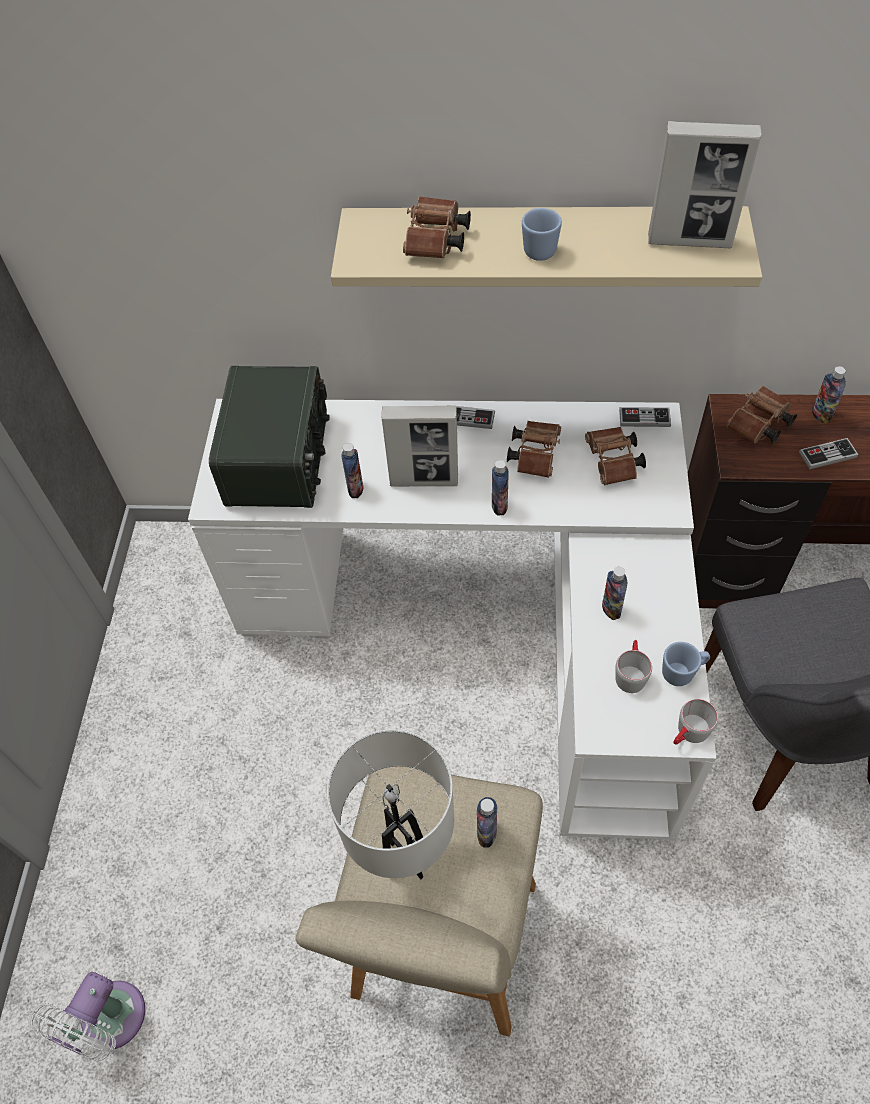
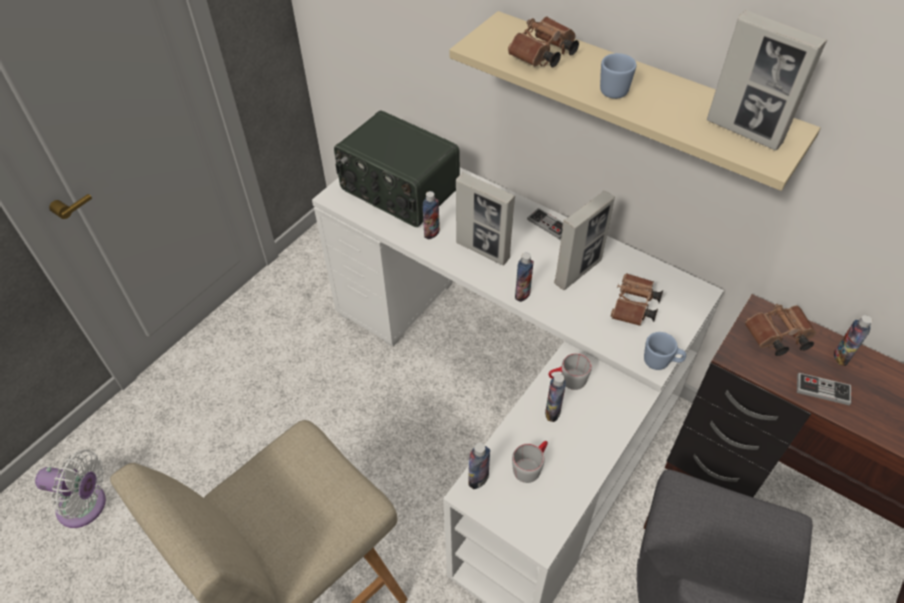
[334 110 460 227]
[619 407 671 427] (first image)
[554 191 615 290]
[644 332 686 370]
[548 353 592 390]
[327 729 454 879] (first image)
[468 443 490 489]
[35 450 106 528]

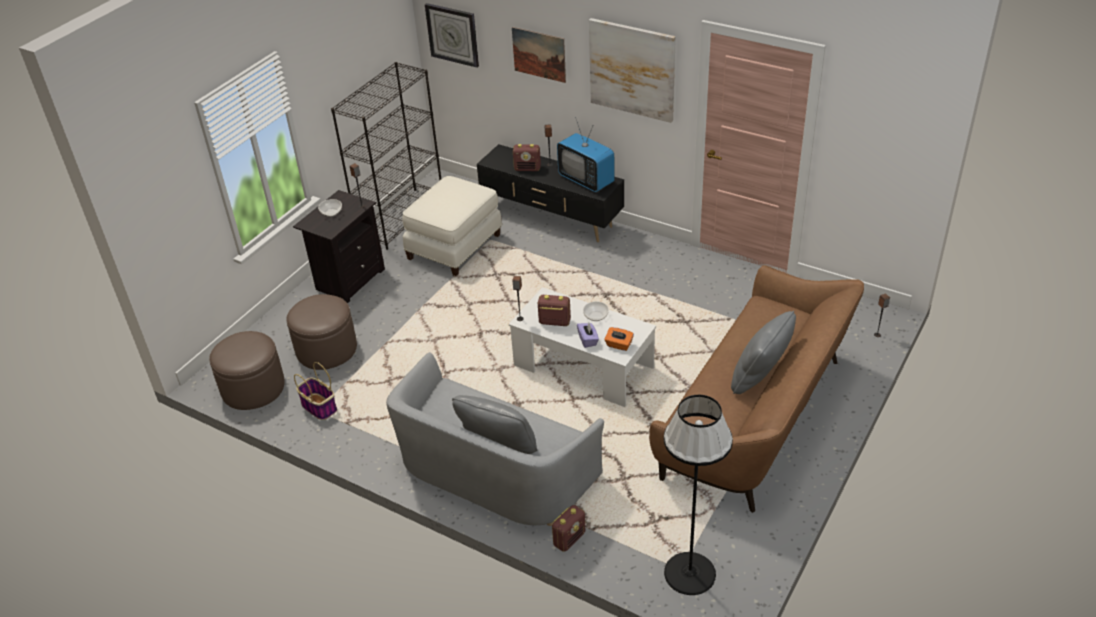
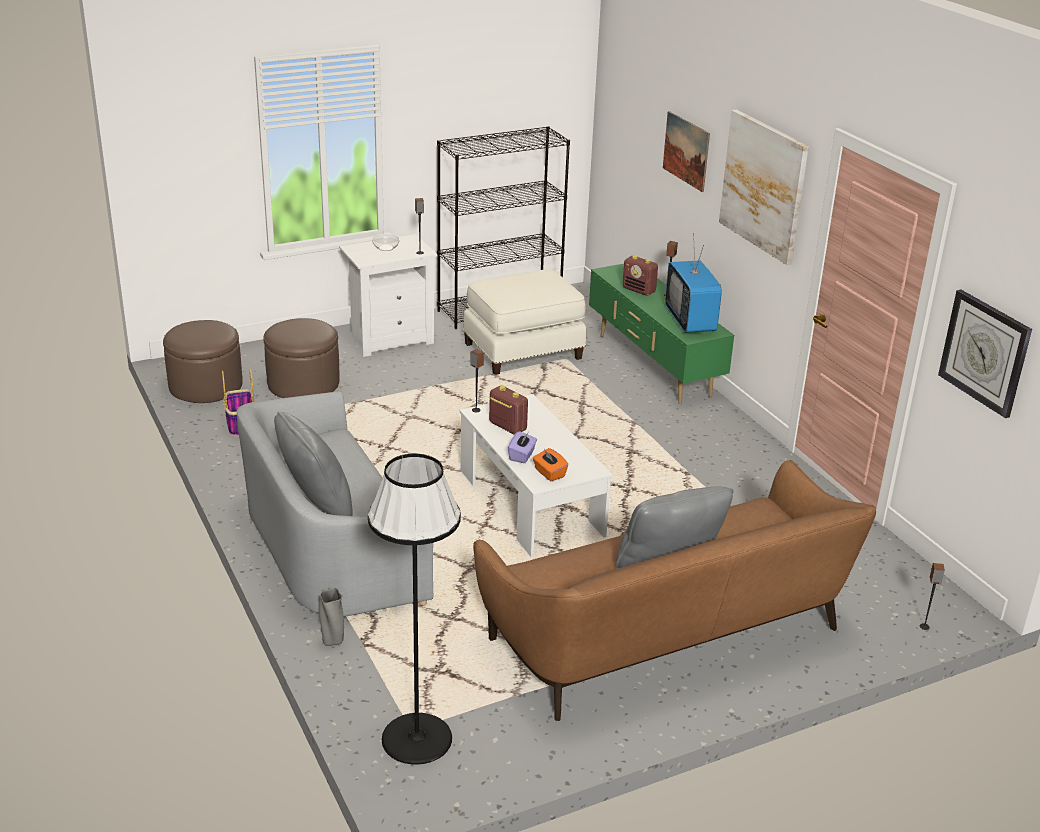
[938 290 1032 418]
[589 264 734 404]
[339 234 438 357]
[583 301 609 321] (first image)
[319 588 344 646]

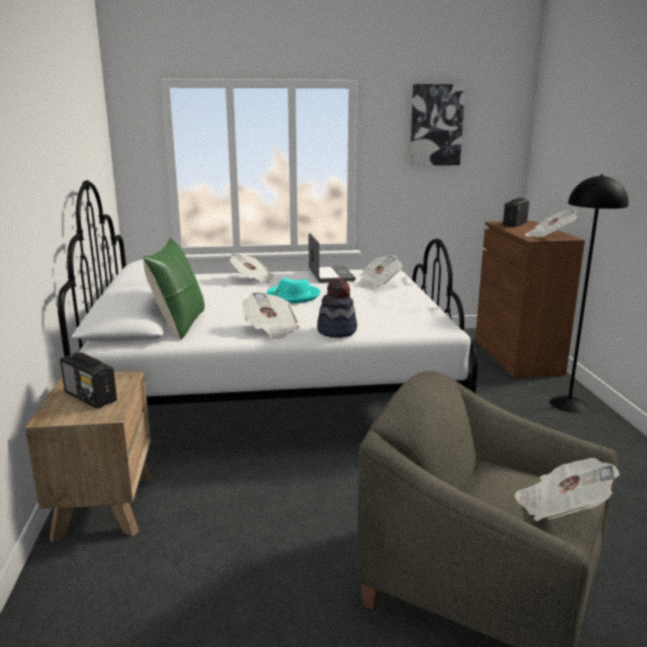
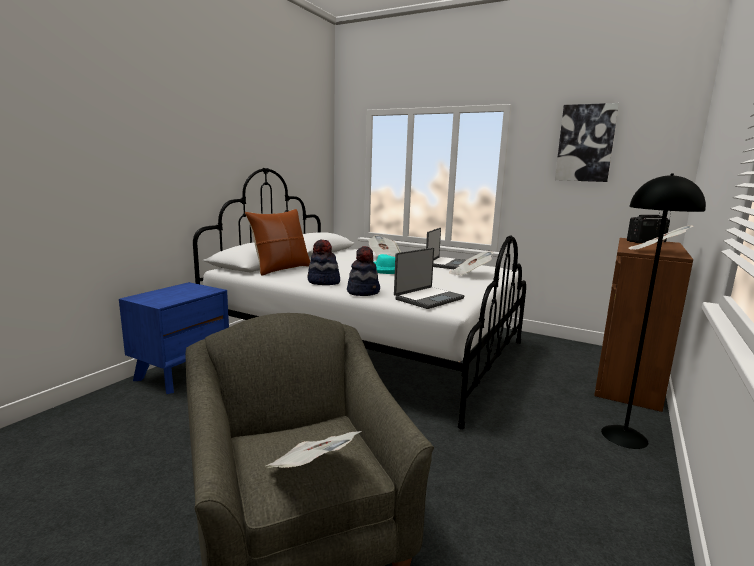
[245 209 310 276]
[308 240 340 285]
[60 352 117 408] (first image)
[119 282 229 394]
[394 248 464 309]

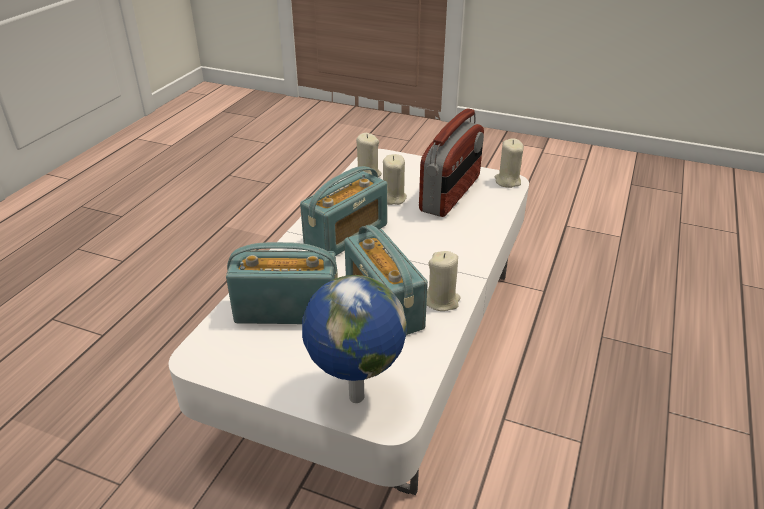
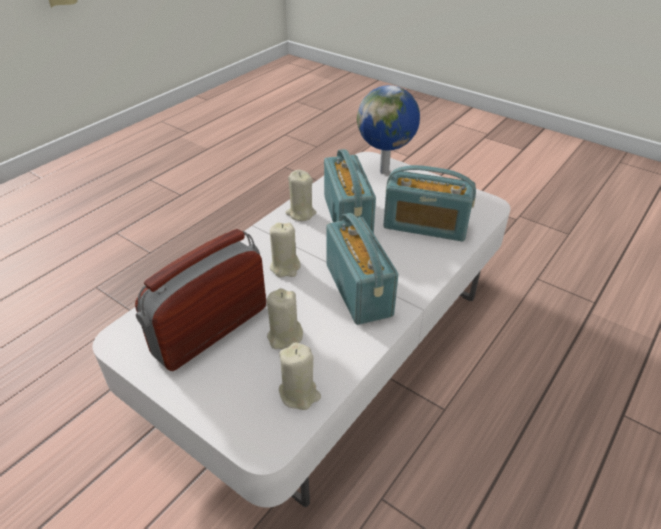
[270 223 301 277]
[326 213 398 325]

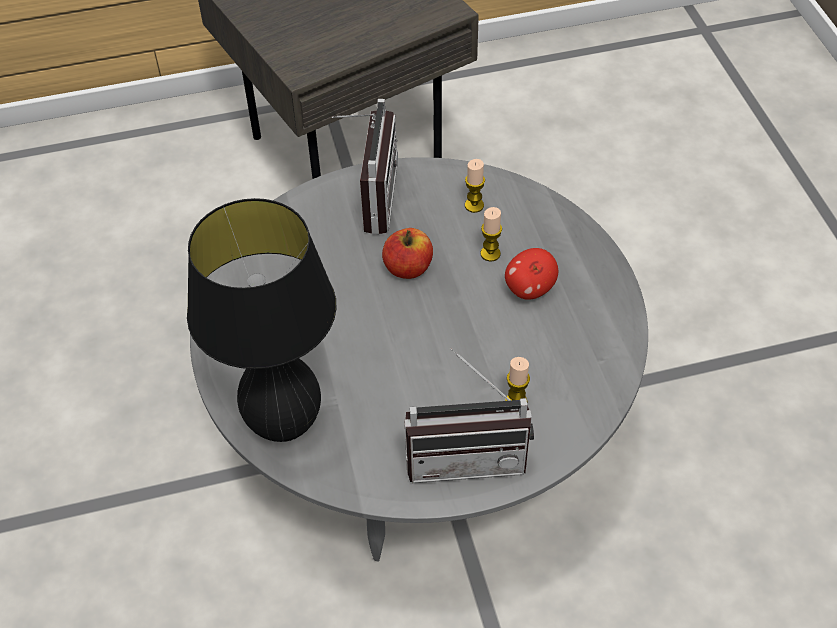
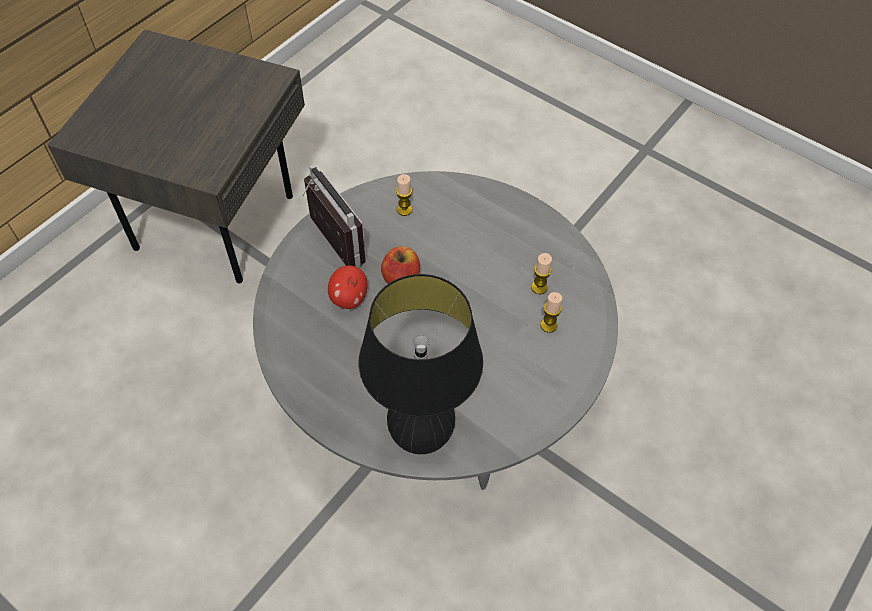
[531 253 552 294]
[328 265 367 309]
[404 348 534 483] (first image)

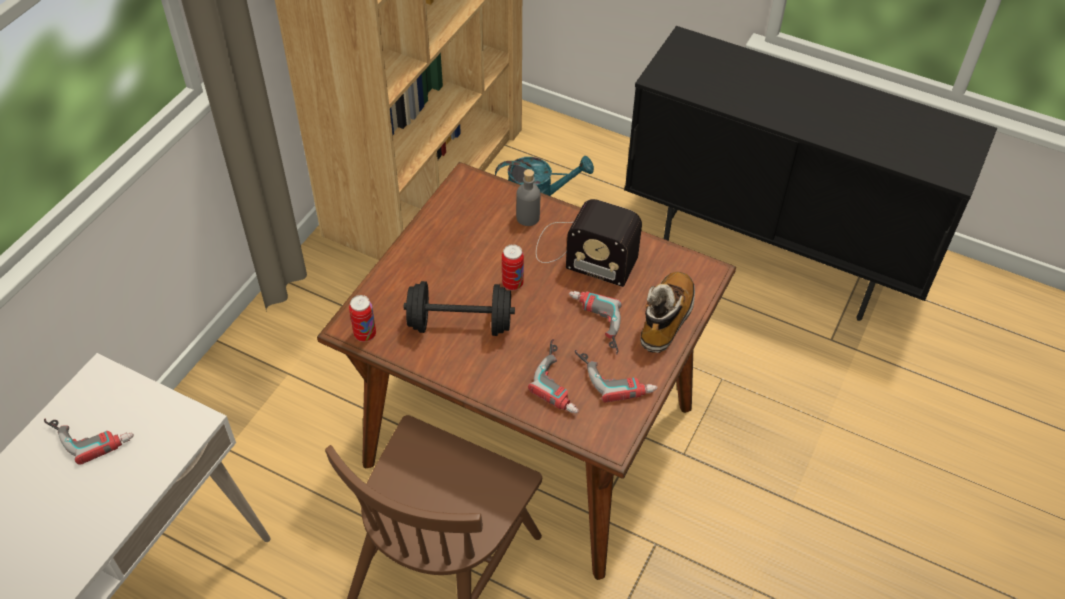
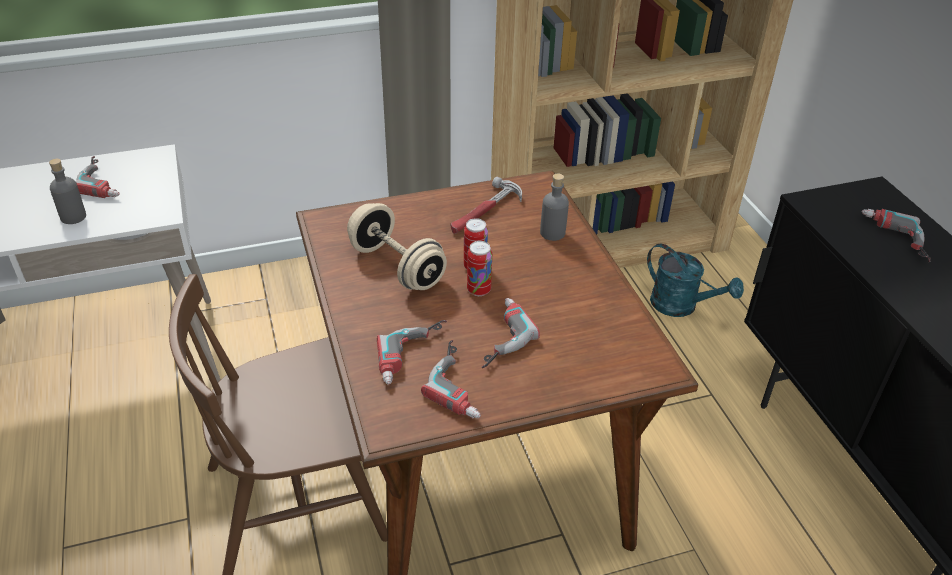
[536 199 642 287] (first image)
[640 272 695 353] (first image)
[347 203 447 290]
[467 241 492 296]
[49 159 86 224]
[451 177 522 234]
[862 209 931 263]

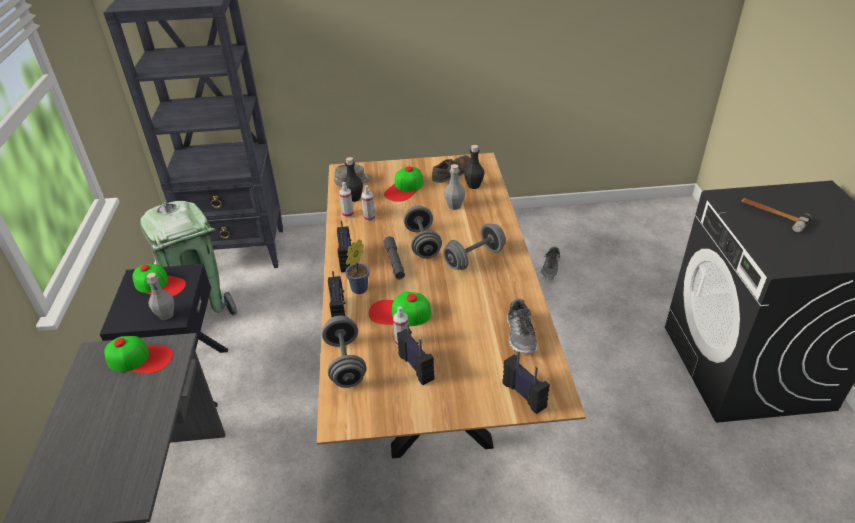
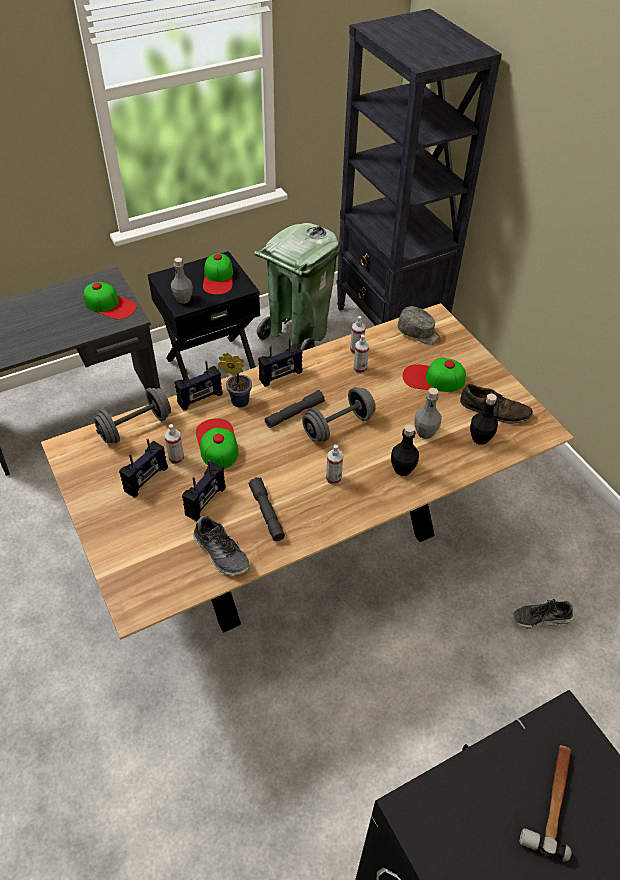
[391 424 419 476]
[326 445 343 485]
[193 516 251 575]
[84 282 136 319]
[182 460 226 521]
[249 477 285 541]

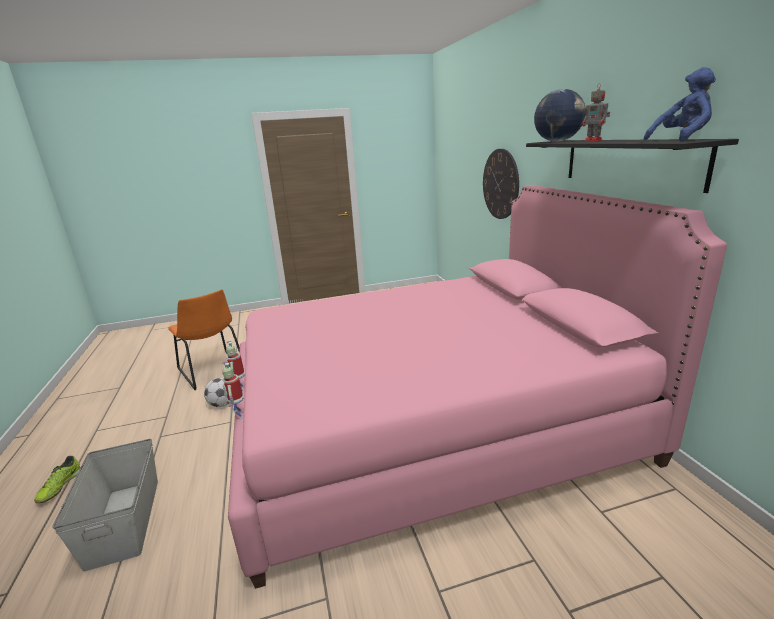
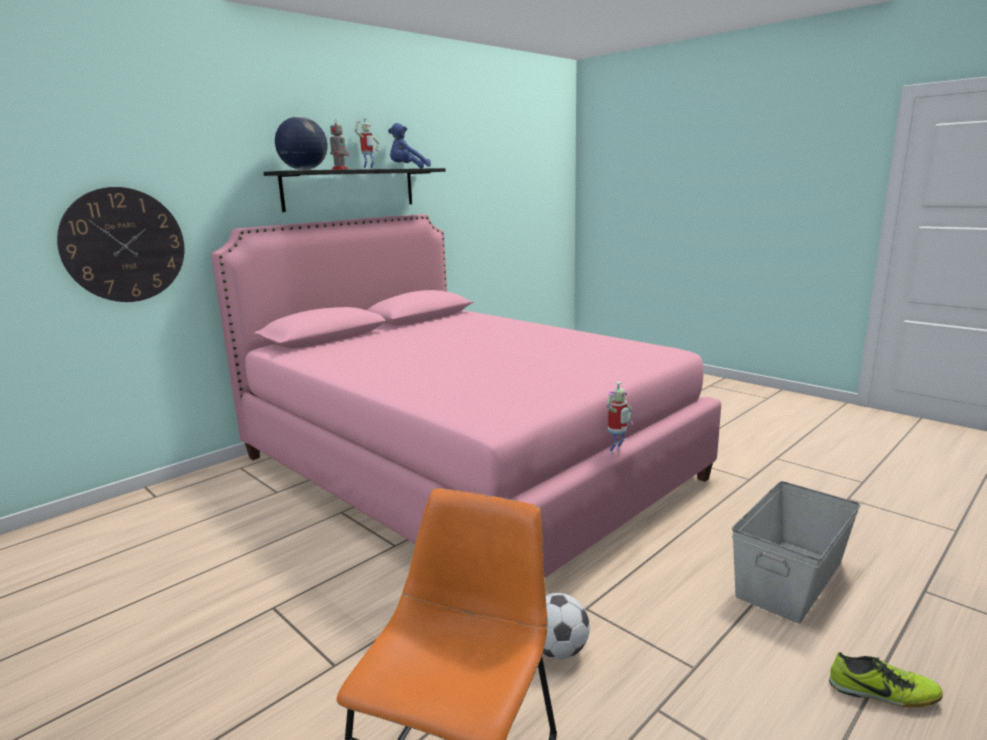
[388 123 431 168]
[355 118 379 169]
[829 652 943 708]

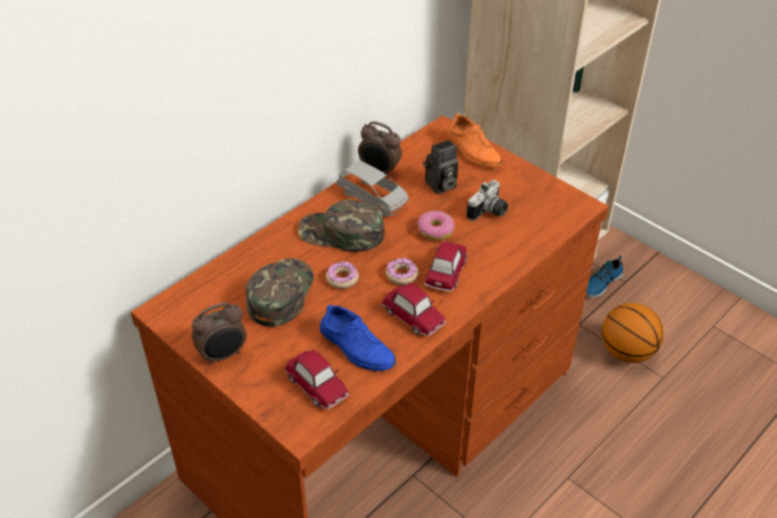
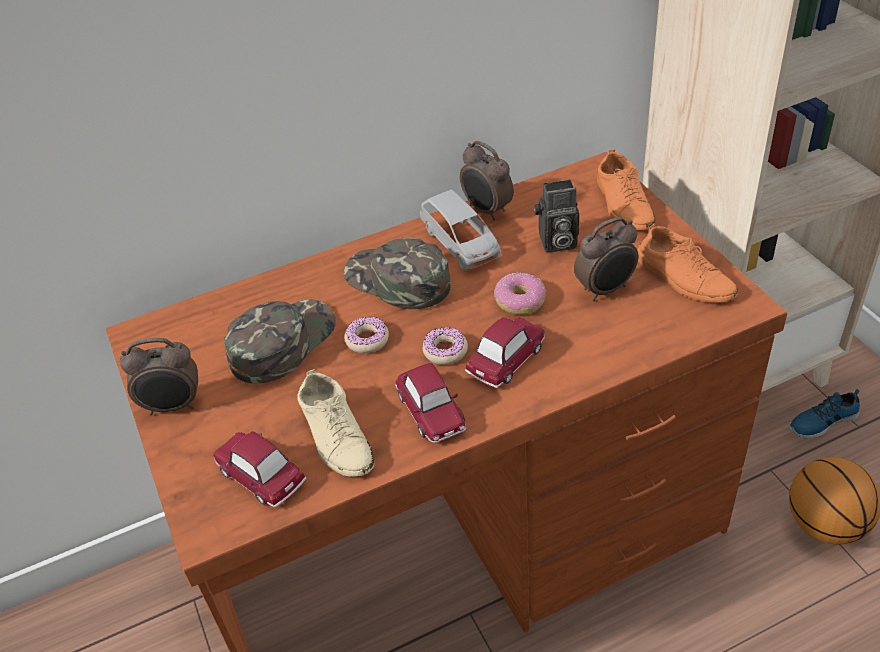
[574 217 638 301]
[298 369 374 477]
[213 431 306 507]
[637 223 738 303]

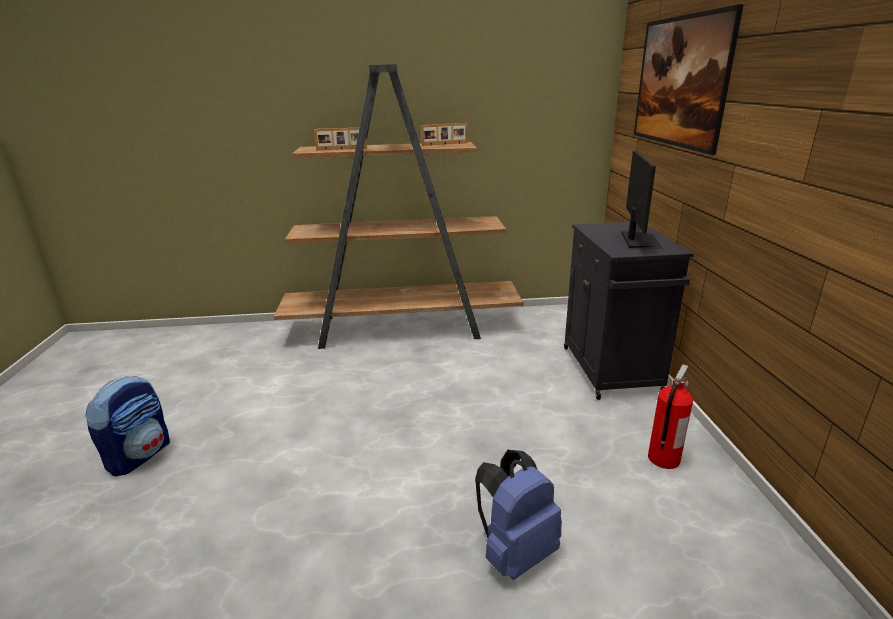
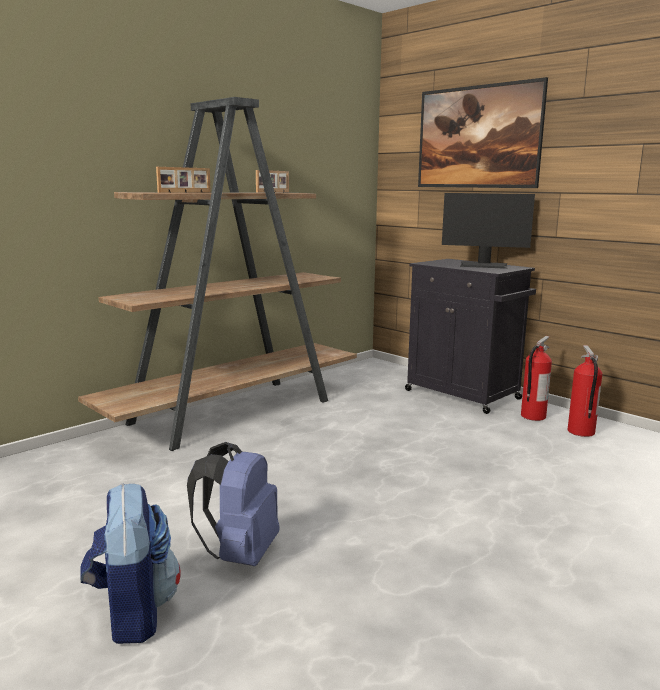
[442 193 535 269]
[187 442 280 566]
[521 336 552 421]

